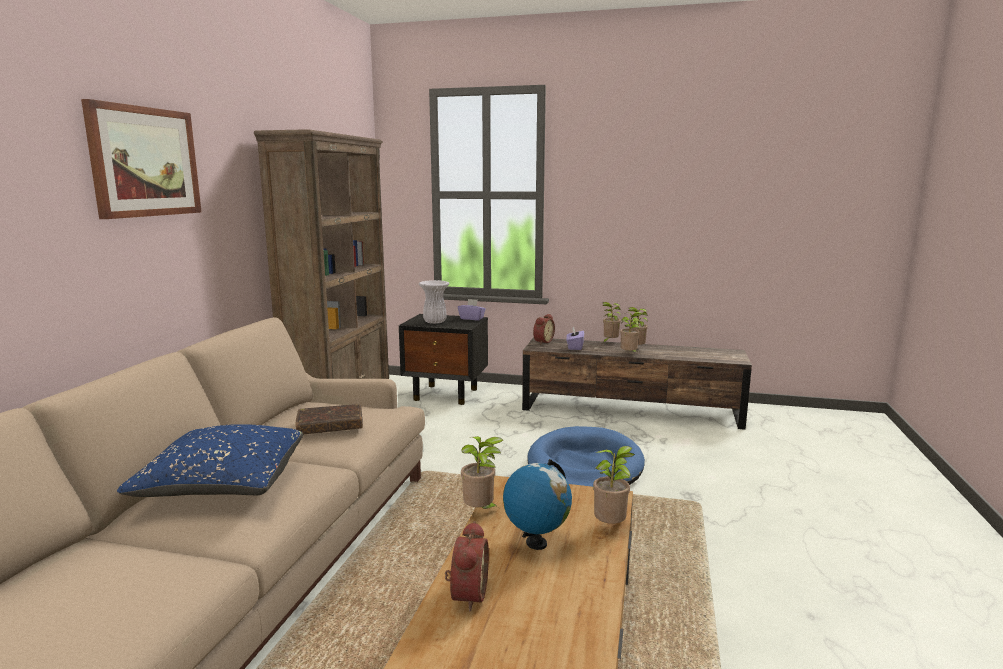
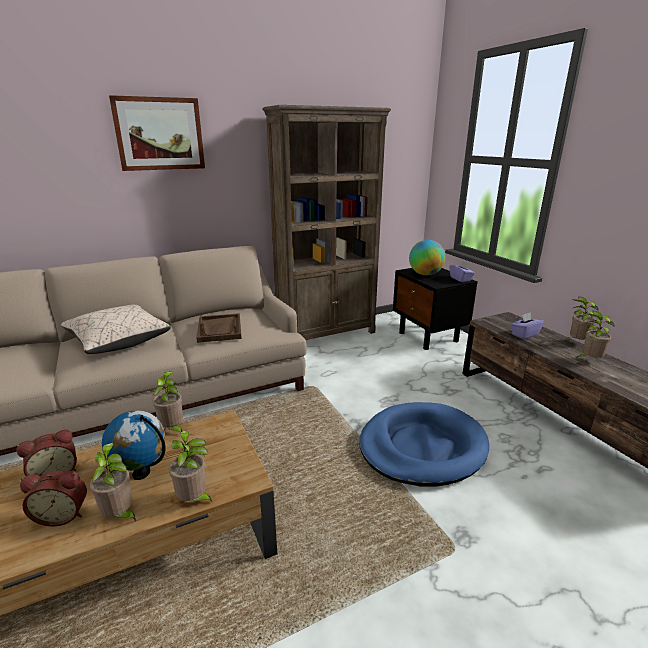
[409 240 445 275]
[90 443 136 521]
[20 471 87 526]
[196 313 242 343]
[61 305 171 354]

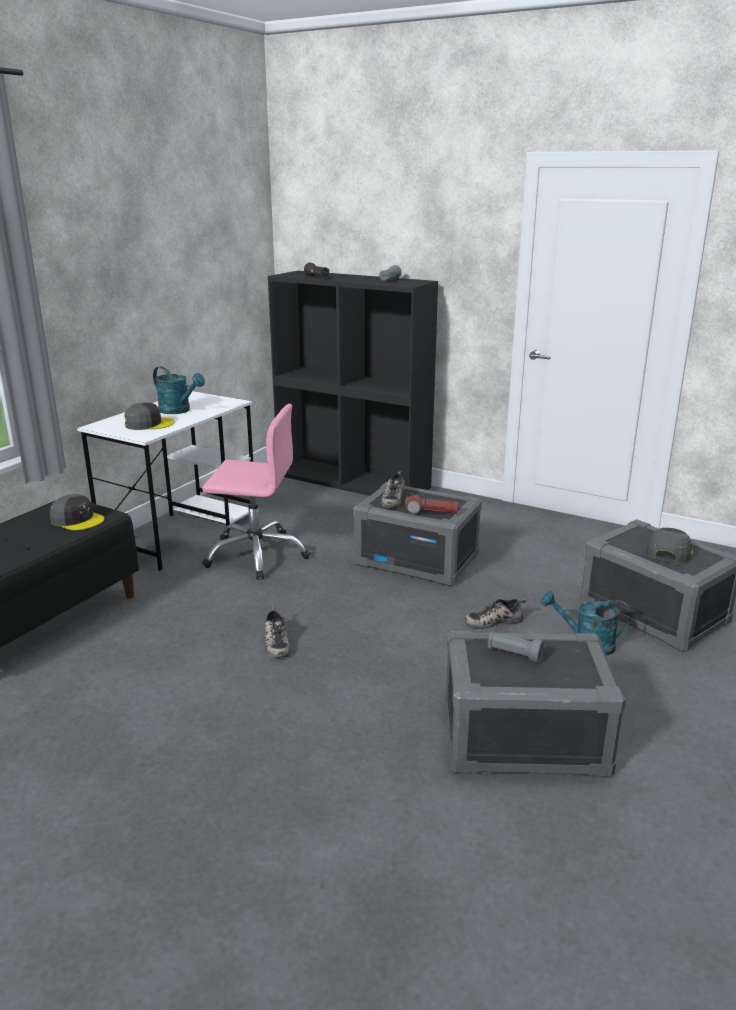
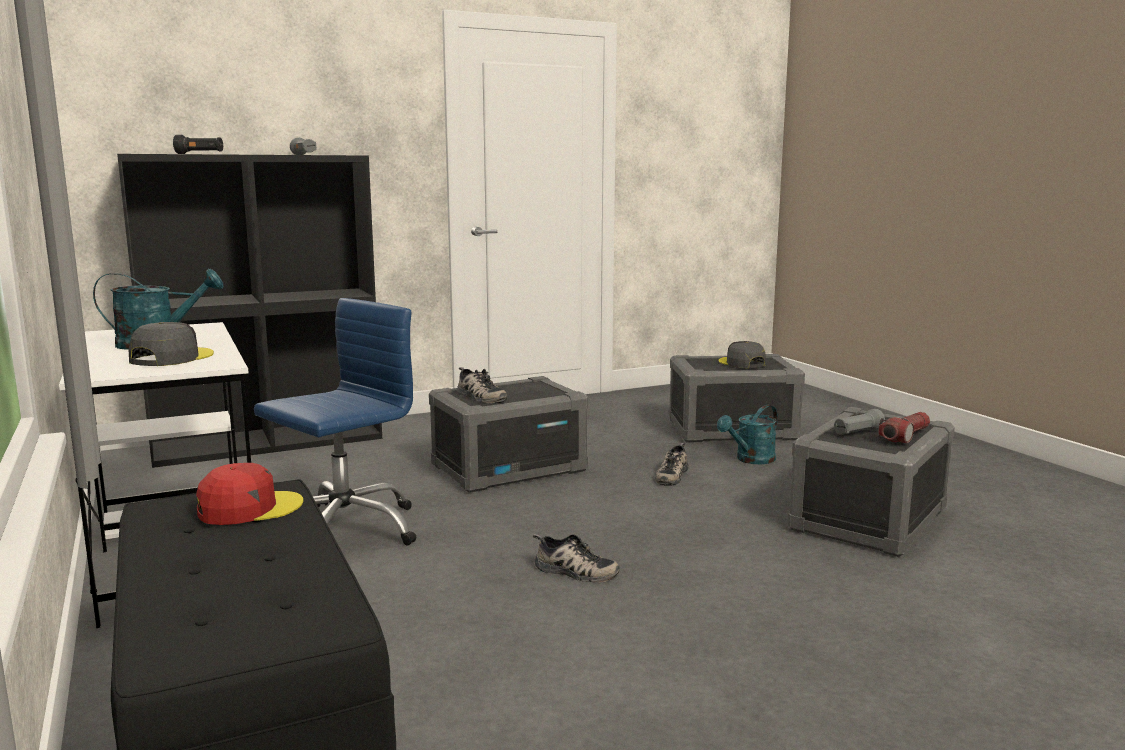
[254 298 416 545]
[878 412 930 443]
[196 463 304 525]

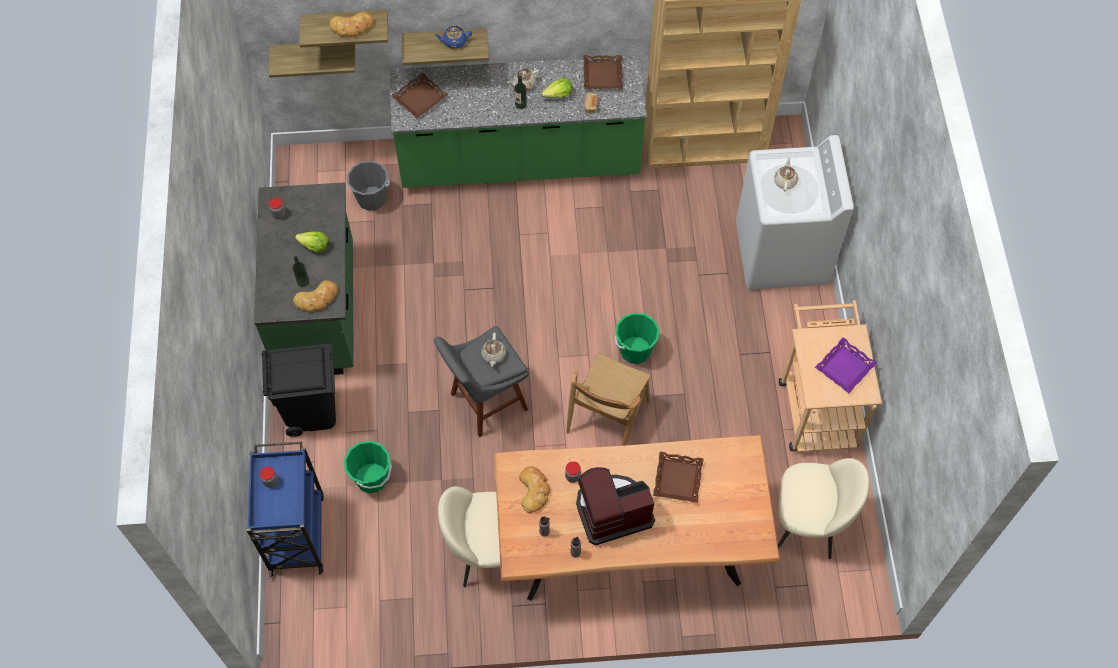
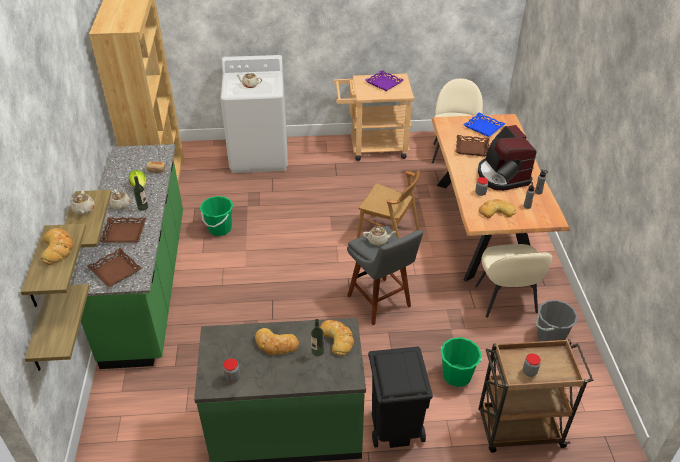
[71 190 95 215]
[99 217 147 243]
[536 300 578 341]
[255 328 299 355]
[200 196 233 236]
[478 339 594 453]
[463 113 505 137]

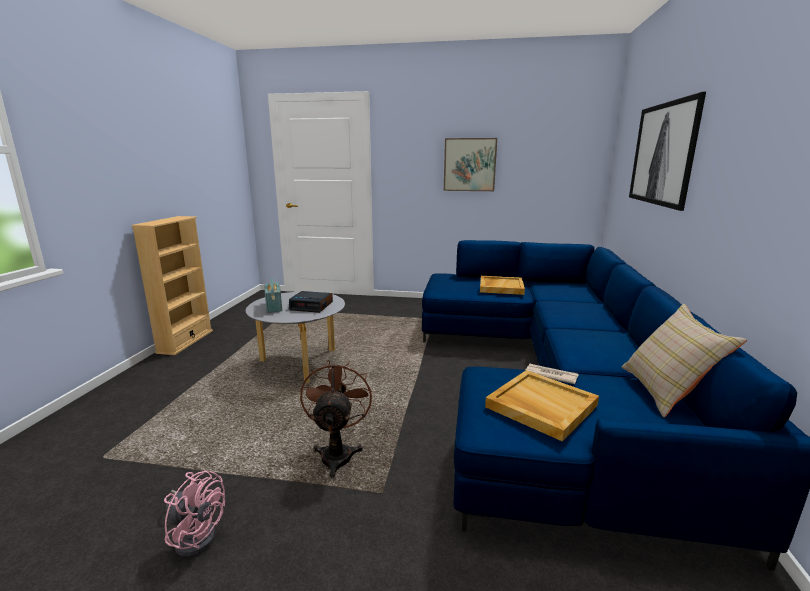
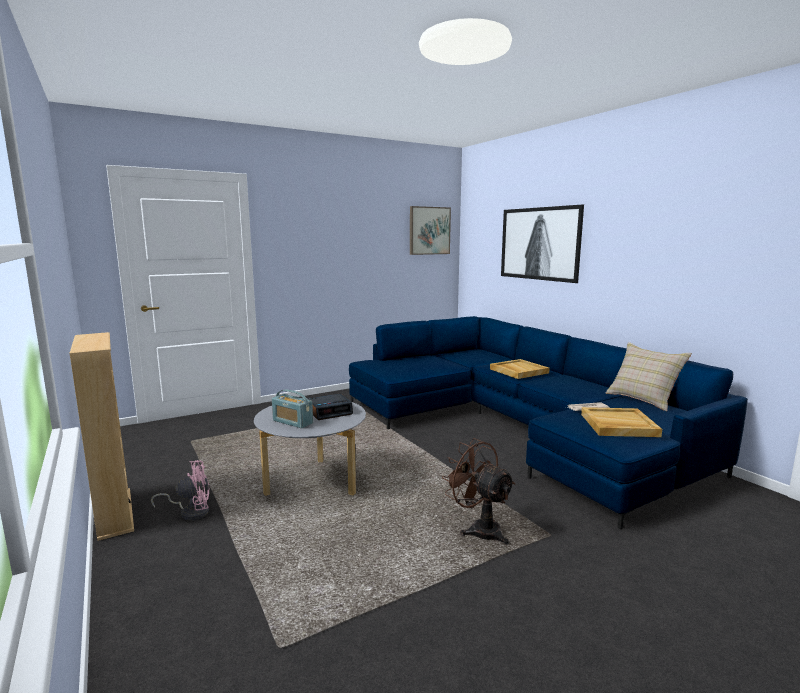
[410 206 451 255]
[490 359 550 379]
[151 460 209 521]

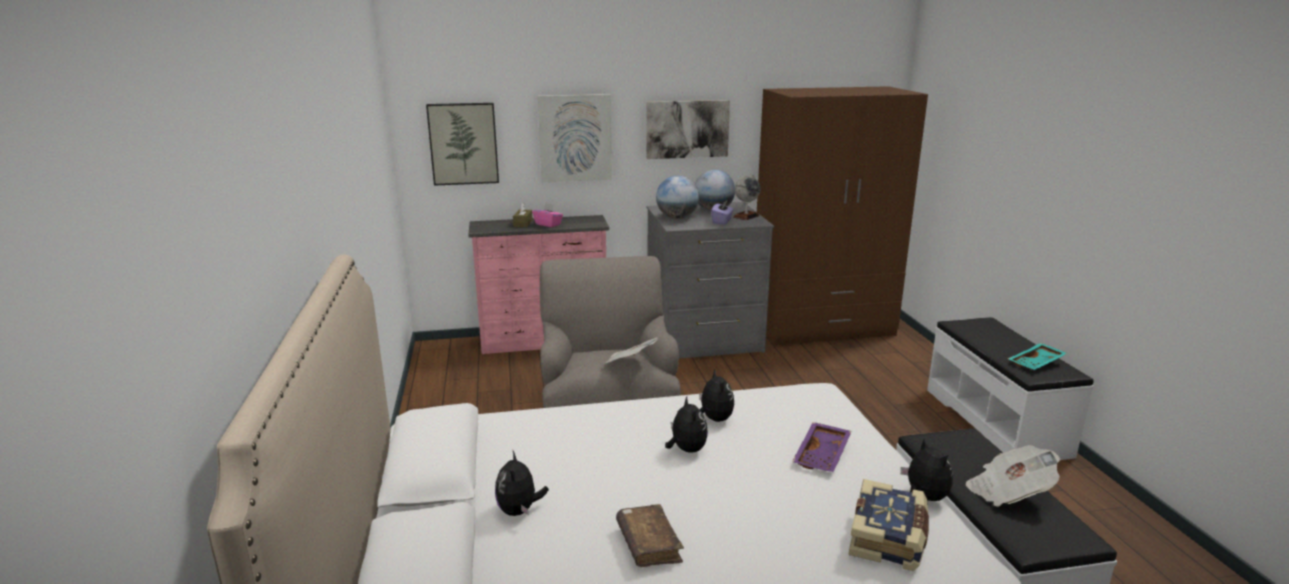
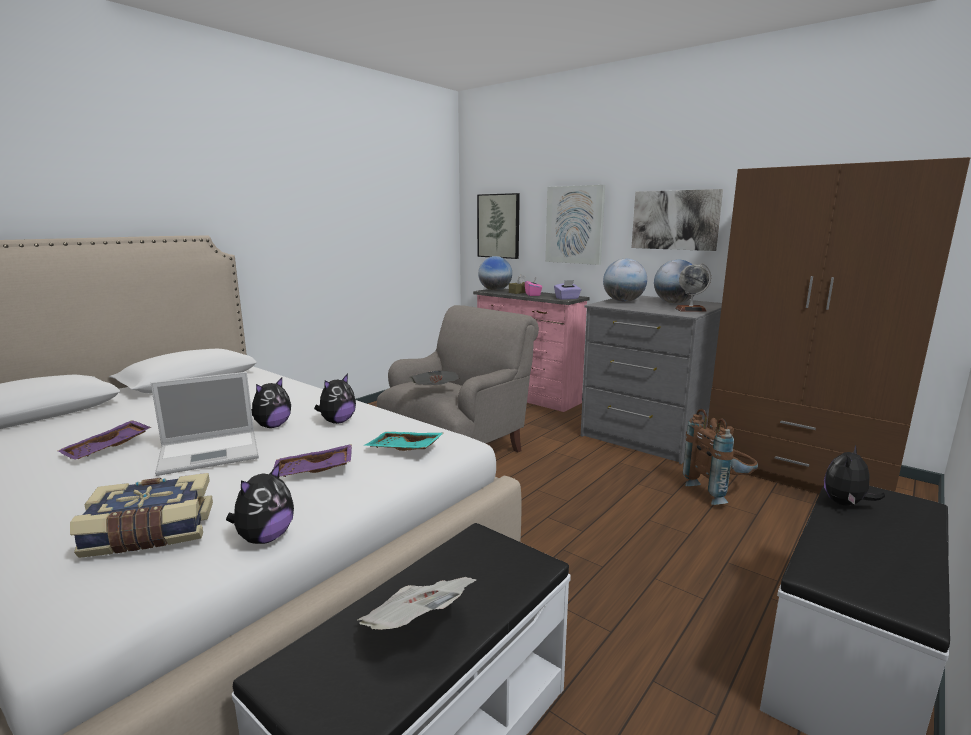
[554 280 581 300]
[365 432 444 451]
[824 445 885 505]
[58 420 152 460]
[478 256 512 291]
[151 372 259 476]
[683 409 758 505]

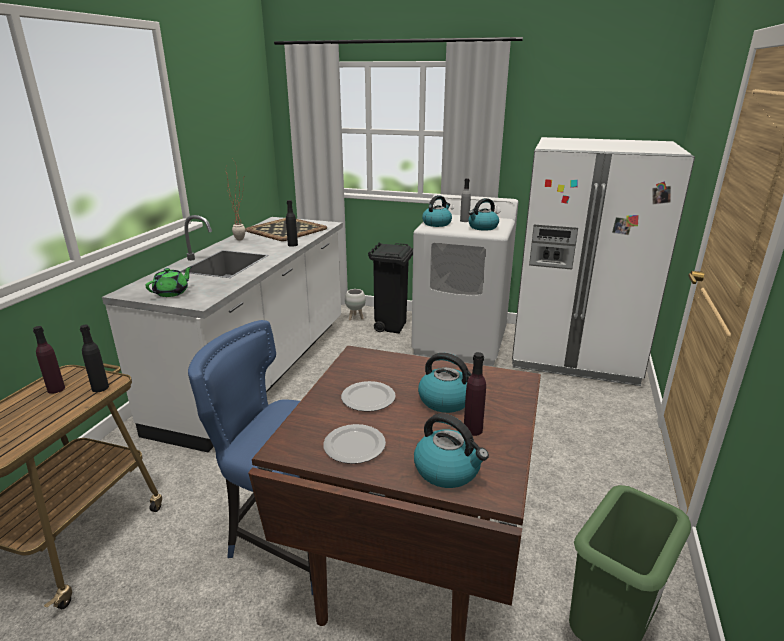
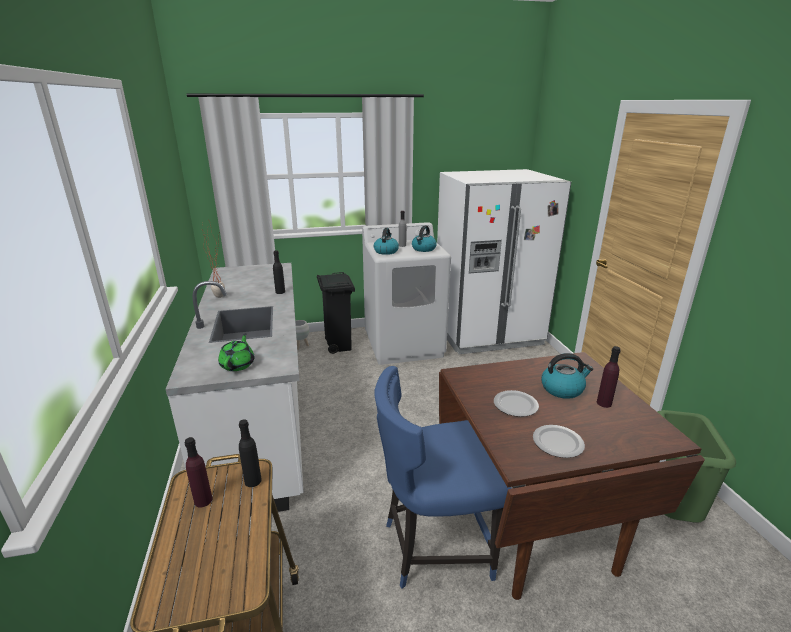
[245 218 327 241] (first image)
[414 413 489 488] (first image)

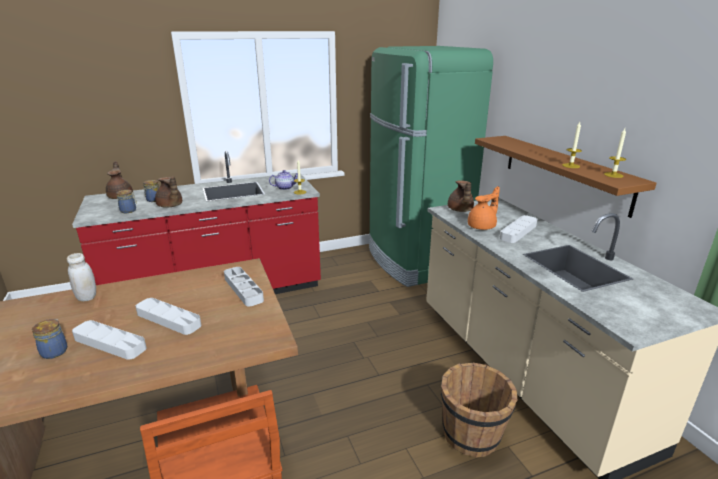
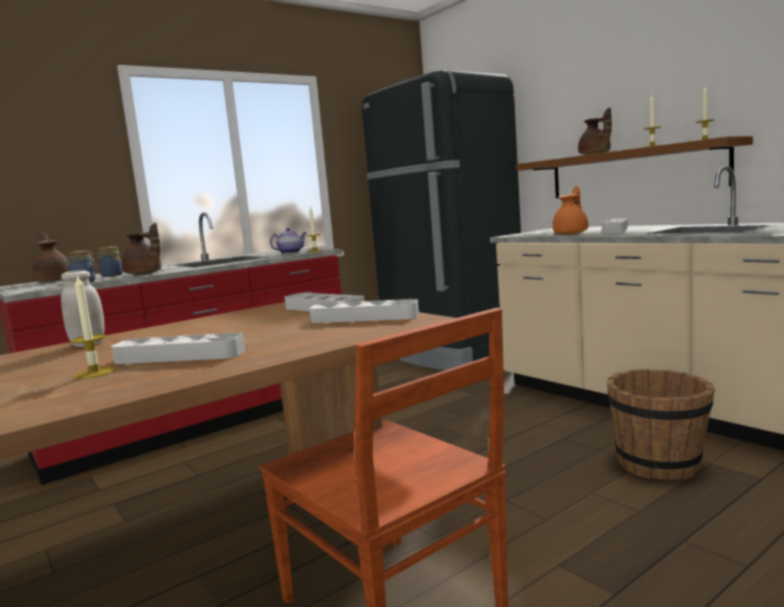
[362 70 521 371]
[578 107 612 155]
[309 299 419 323]
[71 274 115 379]

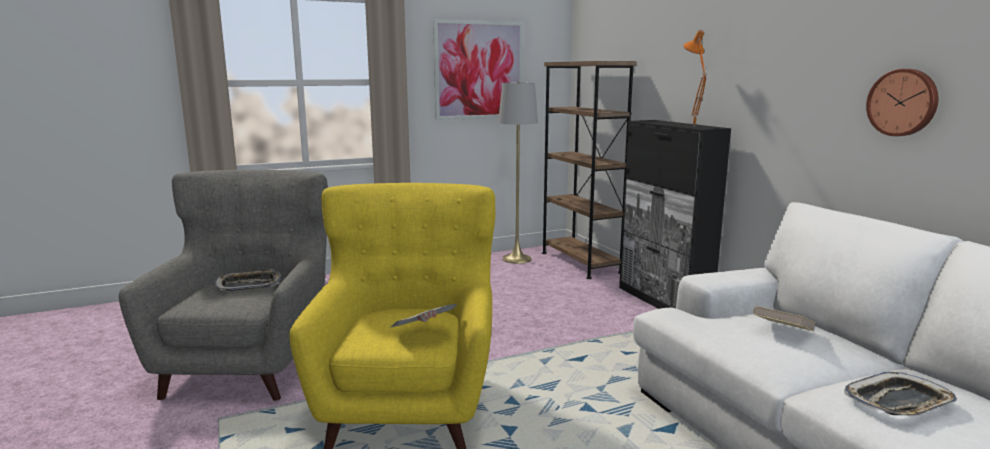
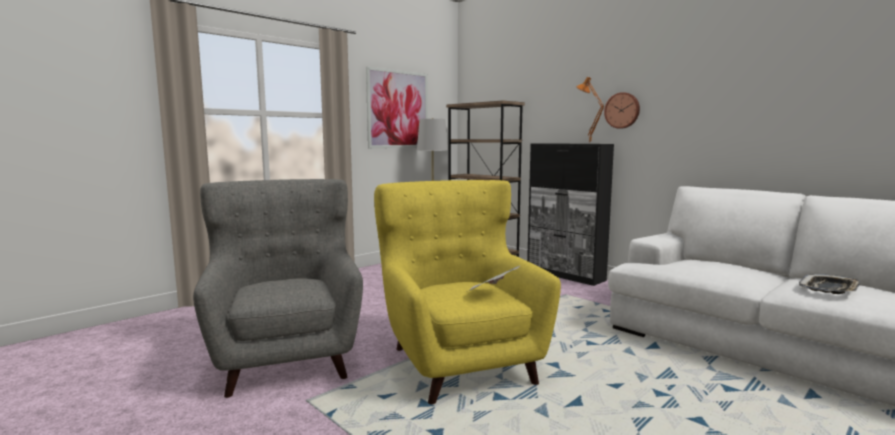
[604 92 640 129]
[213 269 281 291] (first image)
[753 306 816 331] (first image)

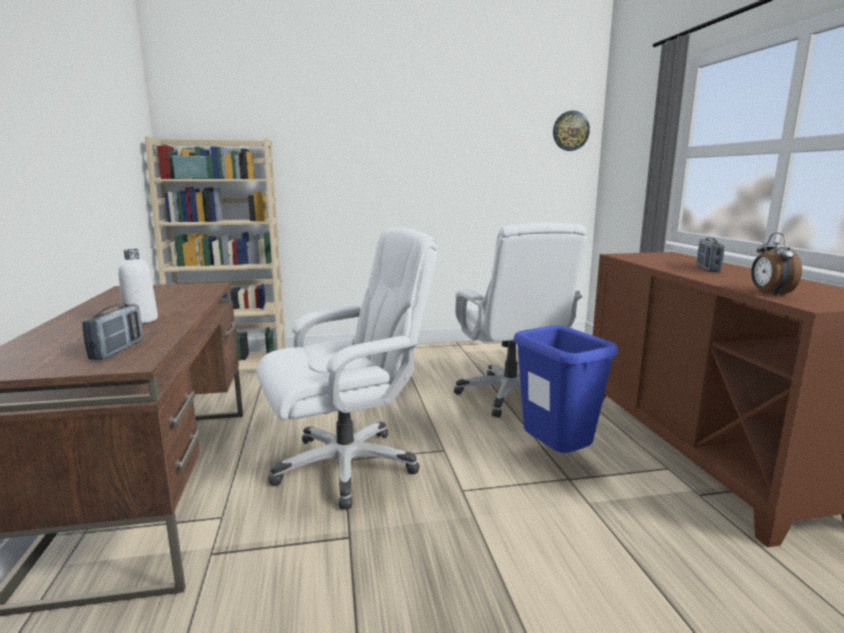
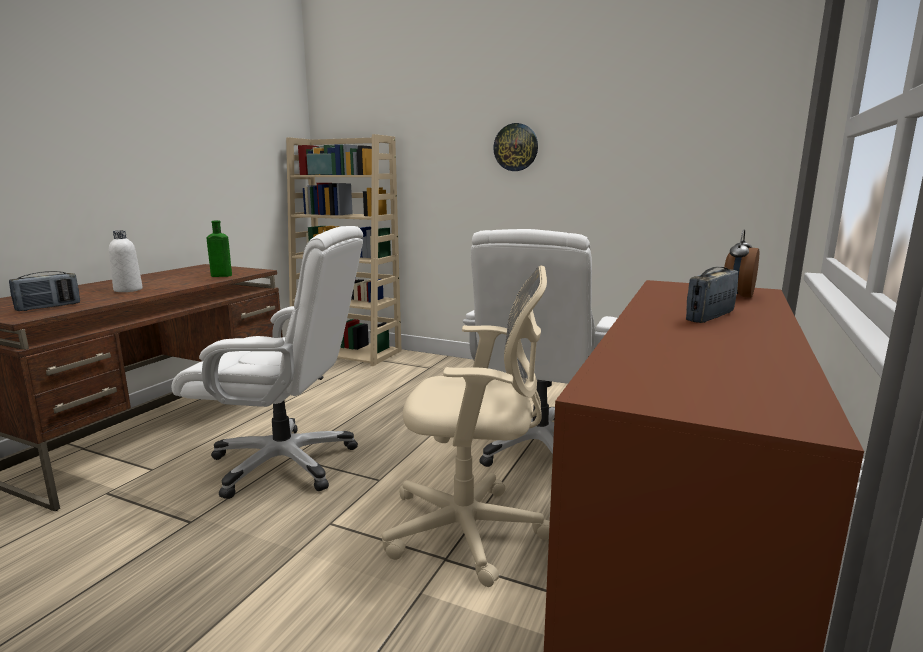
[493 123 538 171]
[724 230 759 298]
[382 265 550 587]
[207 220 232 277]

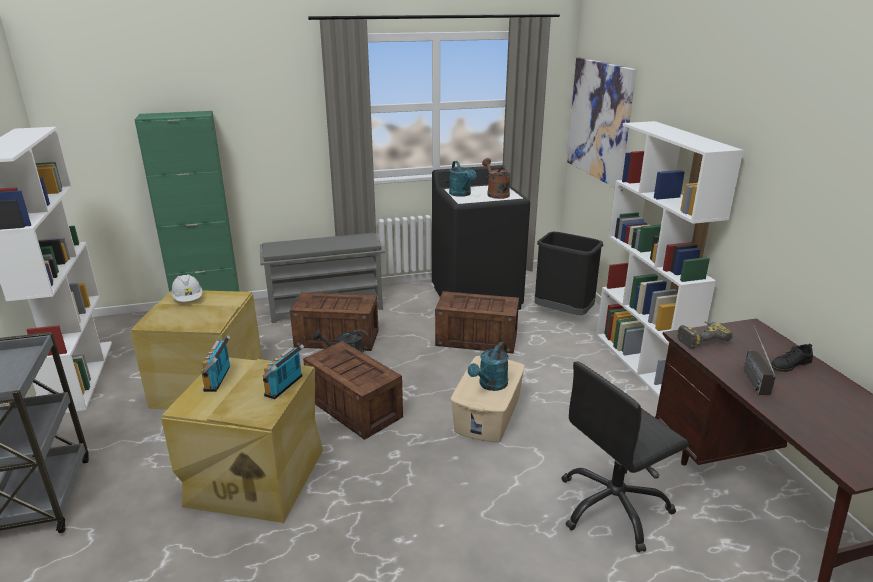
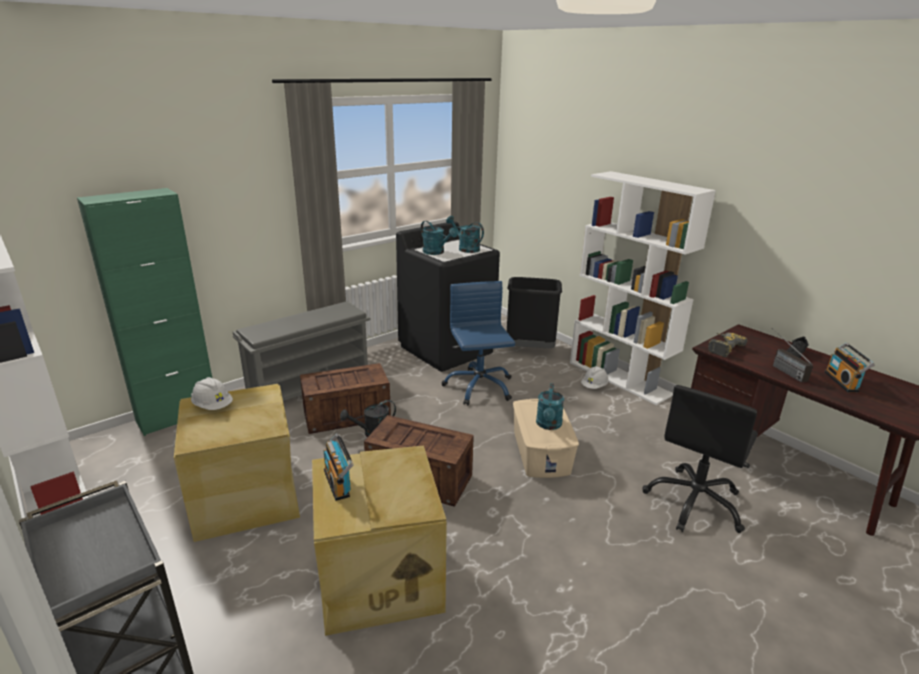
[567 58 636 188] (first image)
[446 216 484 253]
[441 281 515 405]
[825 343 875 392]
[581 366 609 389]

